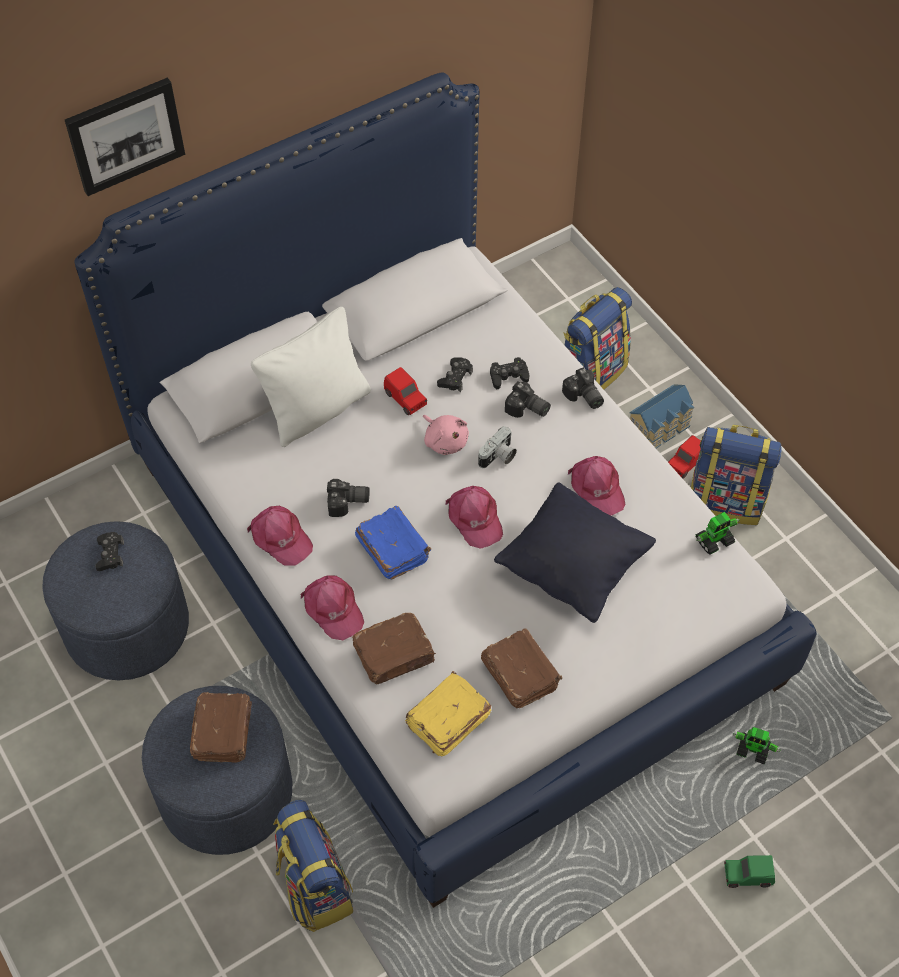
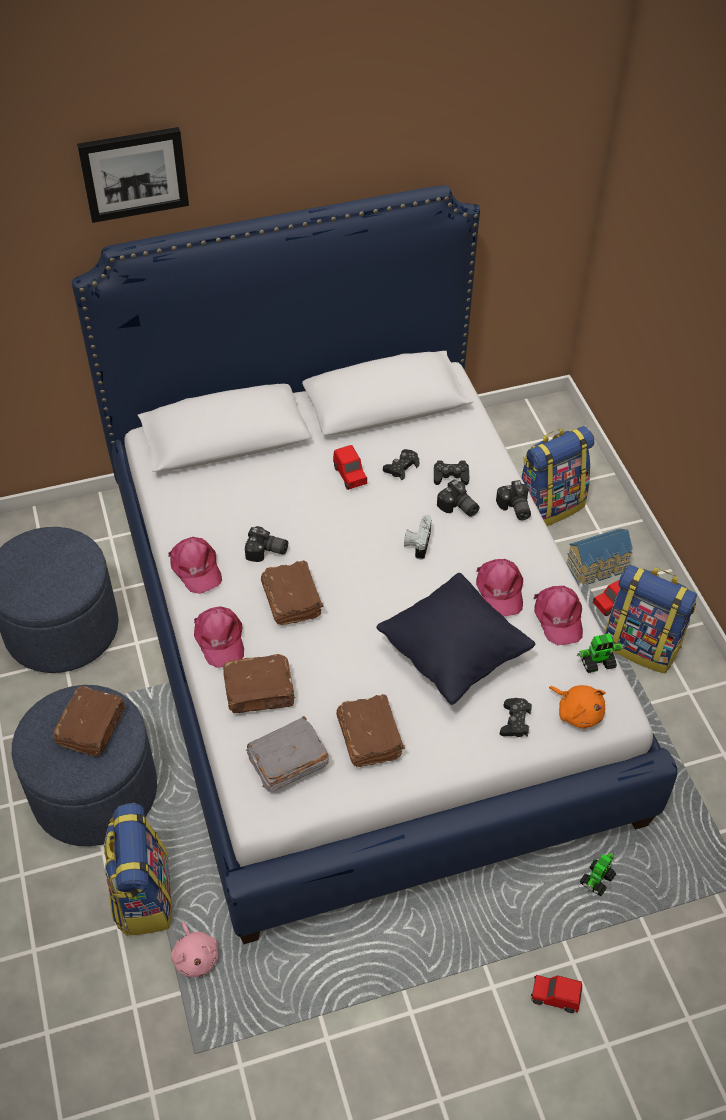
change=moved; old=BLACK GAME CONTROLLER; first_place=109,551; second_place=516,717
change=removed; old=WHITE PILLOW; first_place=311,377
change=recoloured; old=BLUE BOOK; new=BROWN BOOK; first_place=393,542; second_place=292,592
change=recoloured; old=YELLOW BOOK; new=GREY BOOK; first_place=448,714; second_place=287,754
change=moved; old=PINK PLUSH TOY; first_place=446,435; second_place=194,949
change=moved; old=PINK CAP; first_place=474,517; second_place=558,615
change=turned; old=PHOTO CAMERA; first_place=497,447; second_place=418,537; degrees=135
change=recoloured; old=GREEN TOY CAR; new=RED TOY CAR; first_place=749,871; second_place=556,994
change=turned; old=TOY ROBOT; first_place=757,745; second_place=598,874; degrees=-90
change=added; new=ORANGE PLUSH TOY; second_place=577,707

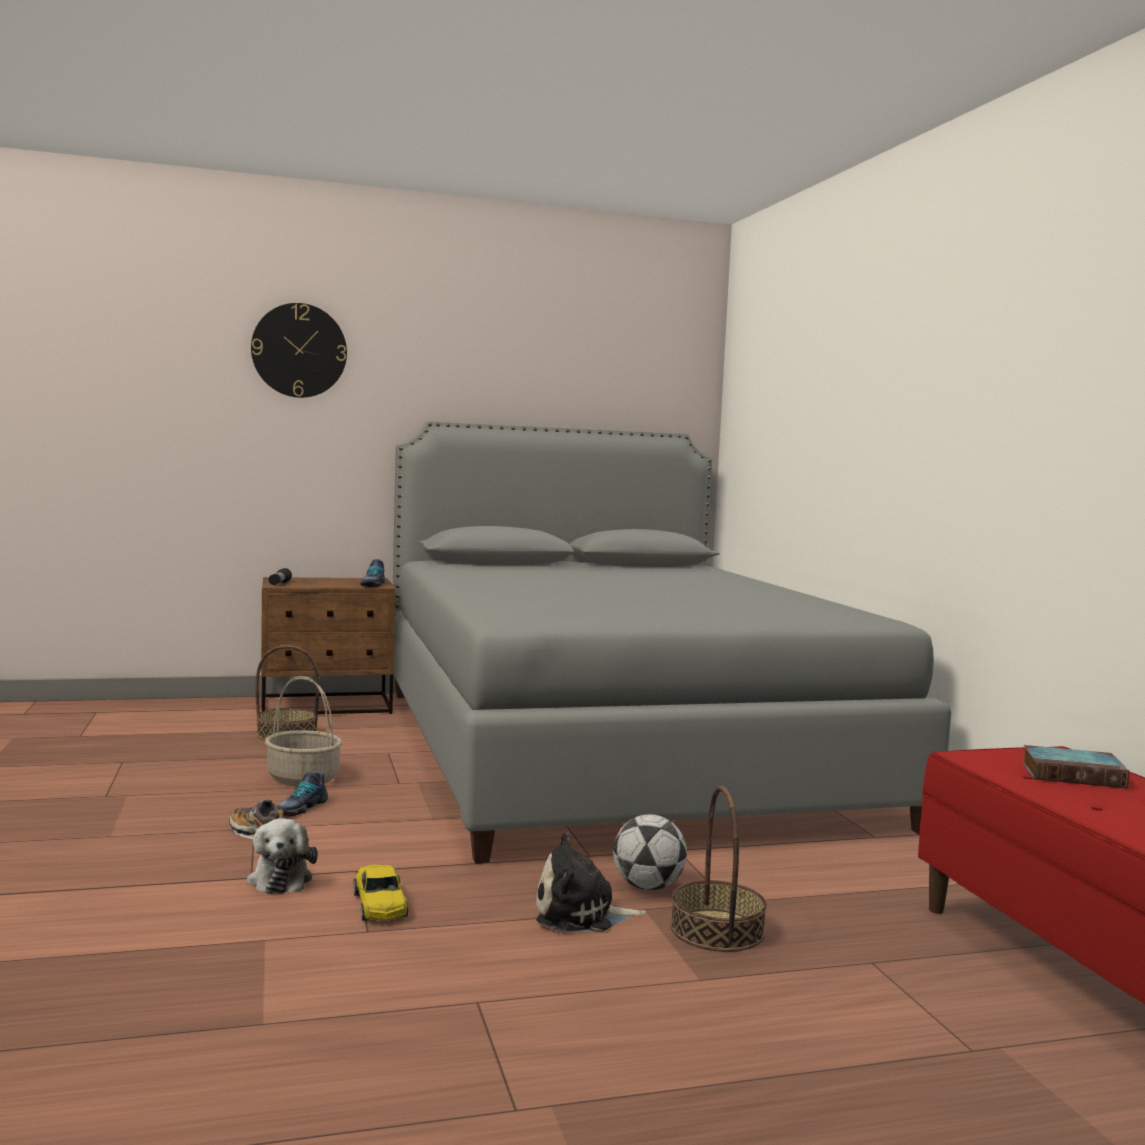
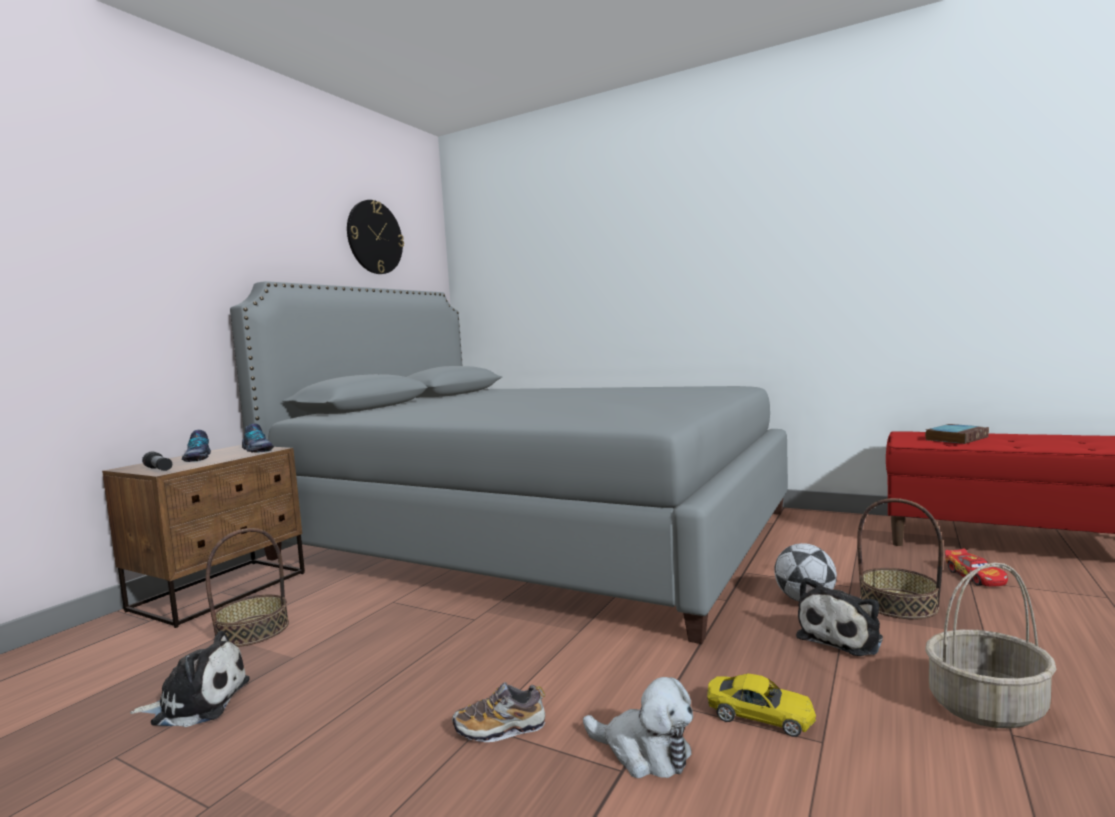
change=moved; old=WALL CLOCK; first_place=299,350; second_place=375,237
change=moved; old=BASKET; first_place=303,731; second_place=990,645
change=moved; old=SHOE; first_place=302,794; second_place=196,446
change=added; new=PLUSH TOY; second_place=190,679
change=added; new=TOY CAR; second_place=976,567

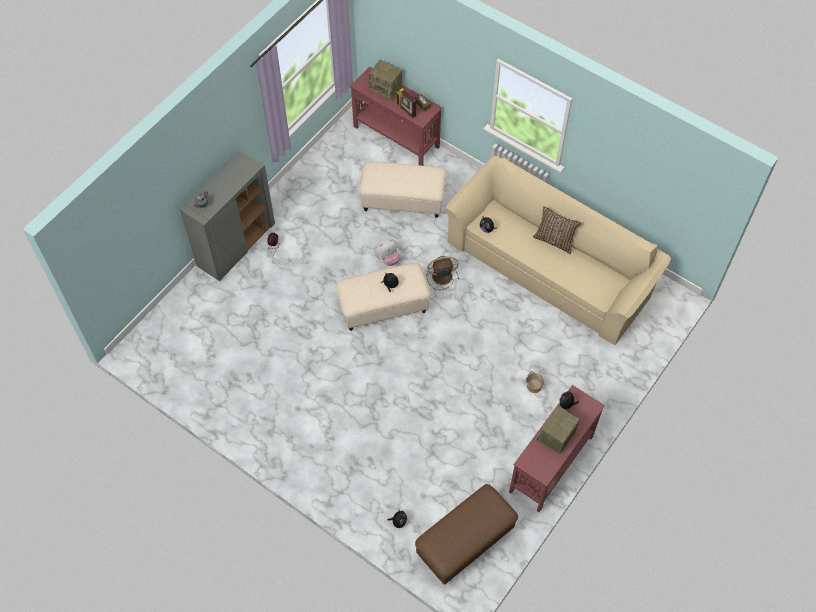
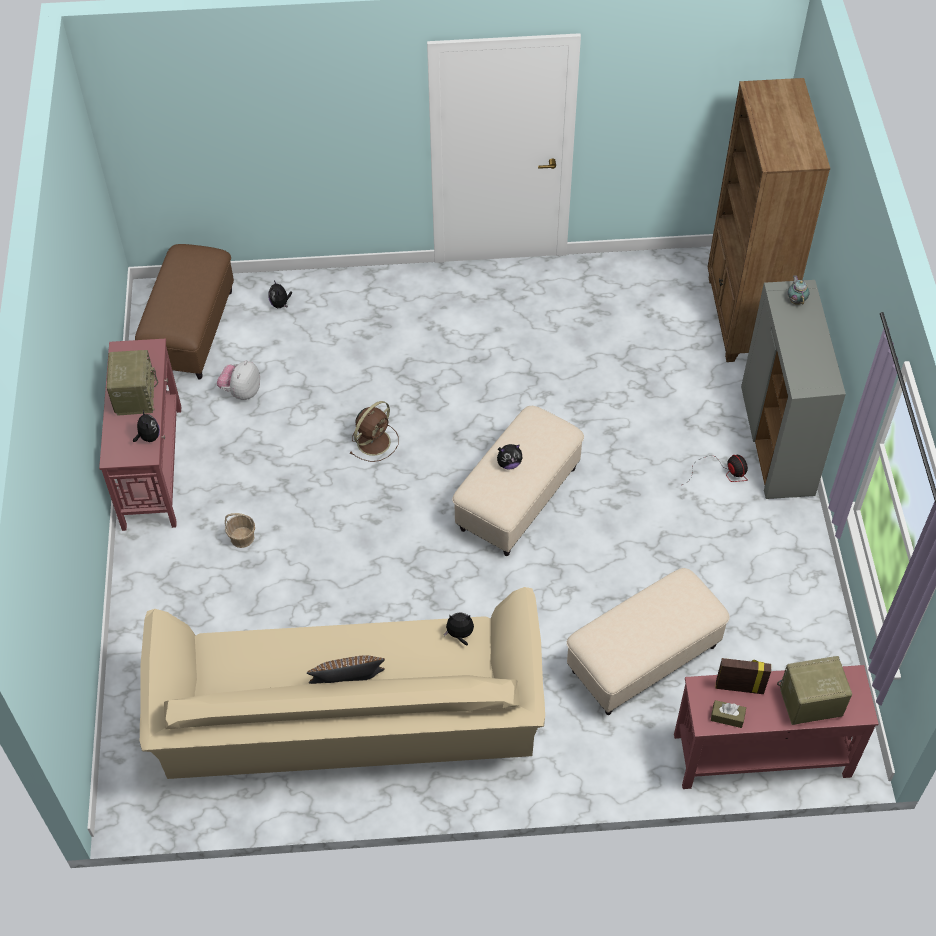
change=moved; old=PLUSH TOY; first_place=387,252; second_place=238,380
change=moved; old=BROWN FAN; first_place=443,273; second_place=374,431
change=added; new=BROWN BOOKCASE; second_place=769,220

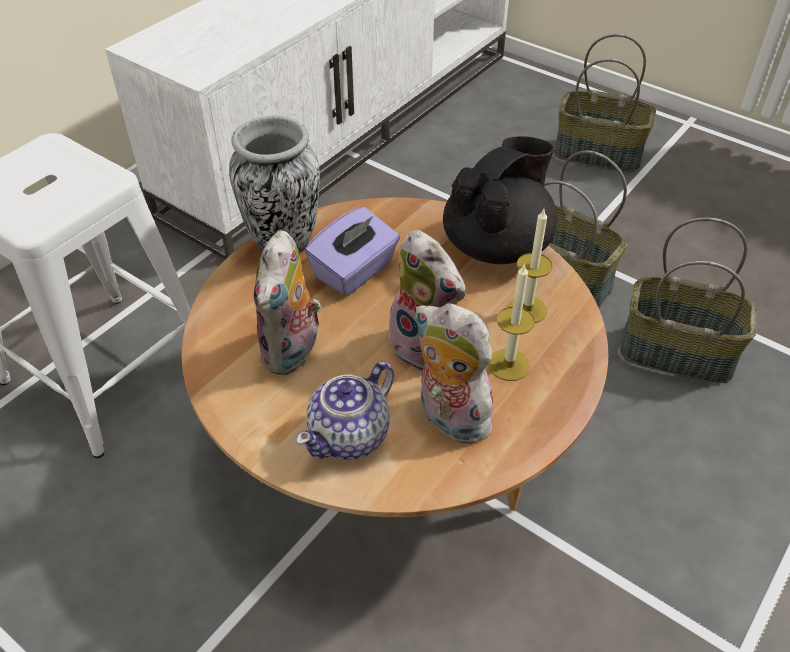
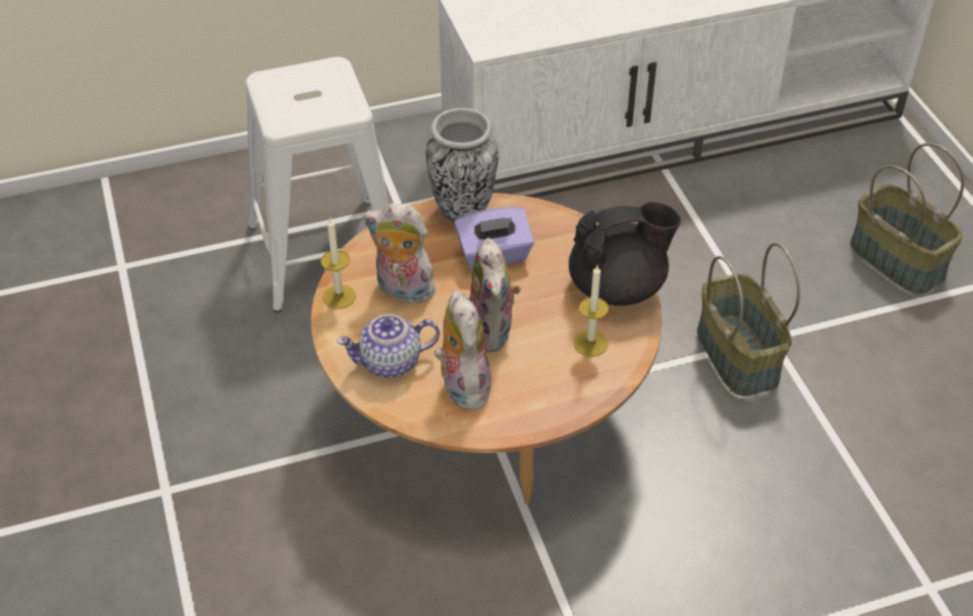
change=turned; old=PLUSH TOY; first_place=288,303; second_place=399,255; degrees=60
change=moved; old=CANDLE; first_place=511,322; second_place=338,263
change=removed; old=BASKET; first_place=688,300

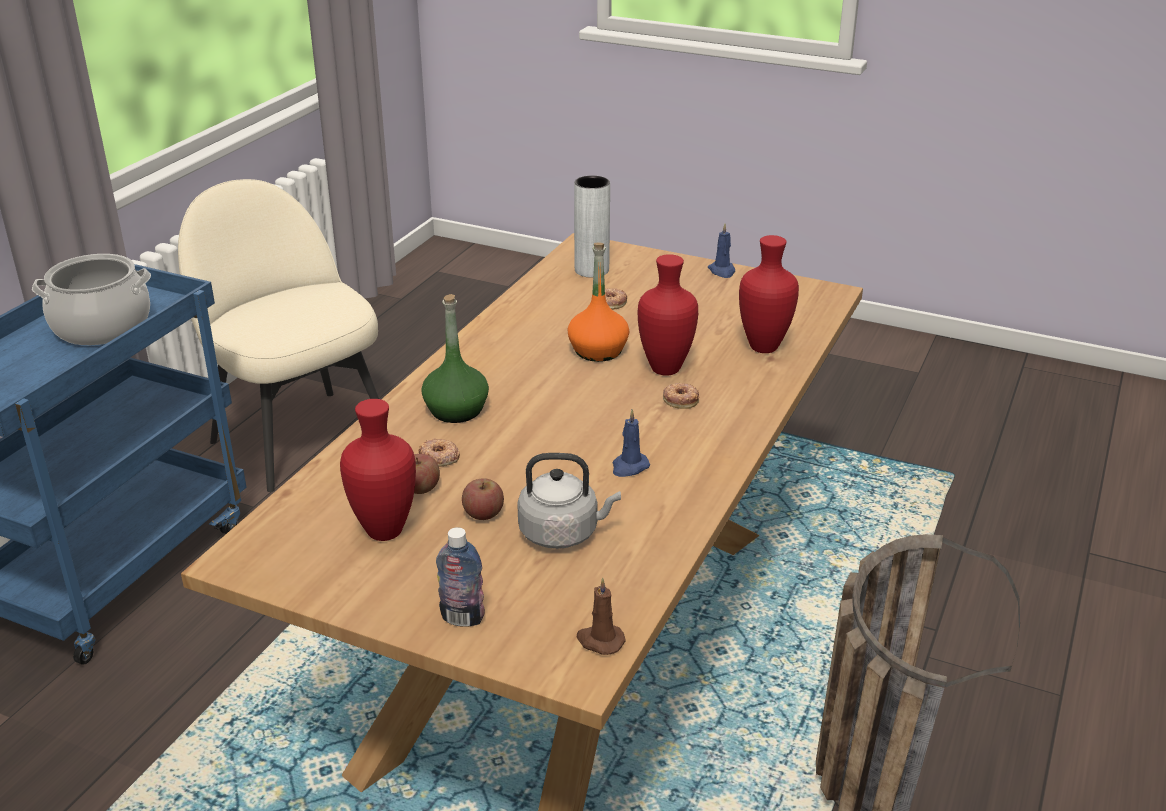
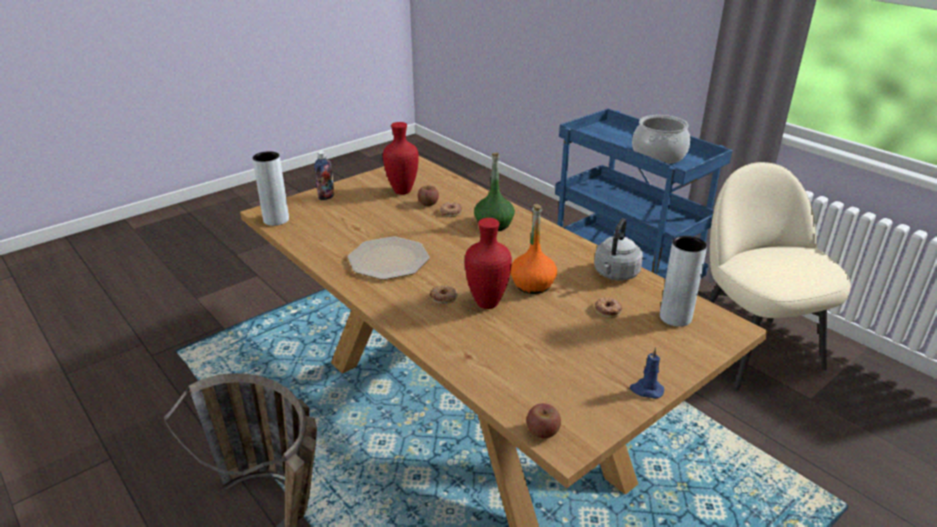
change=turned; old=BEIGE CHAIR; first_place=278,335; second_place=779,276; degrees=-90
change=moved; old=APPLE; first_place=483,499; second_place=544,420
change=moved; old=GREY KETTLE; first_place=569,501; second_place=618,249
change=replaced; old=BROWN CANDLE; new=GREY VASE; first_place=601,616; second_place=270,188
change=replaced; old=BLUE CANDLE; new=PLATE; first_place=631,443; second_place=389,258
change=removed; old=RED VASE; first_place=769,294

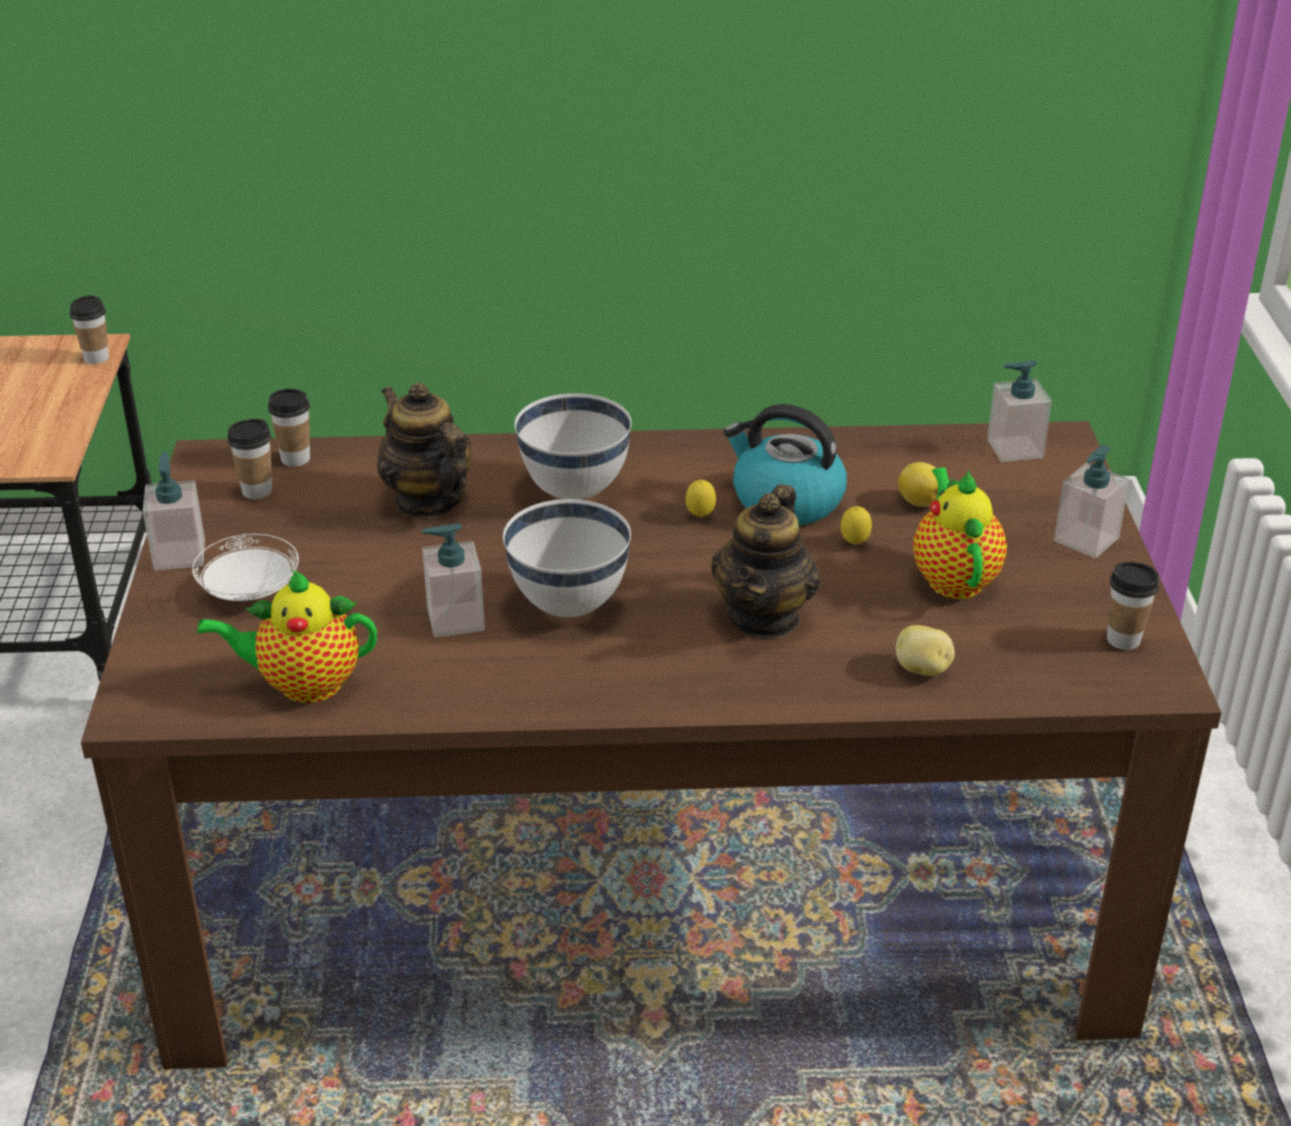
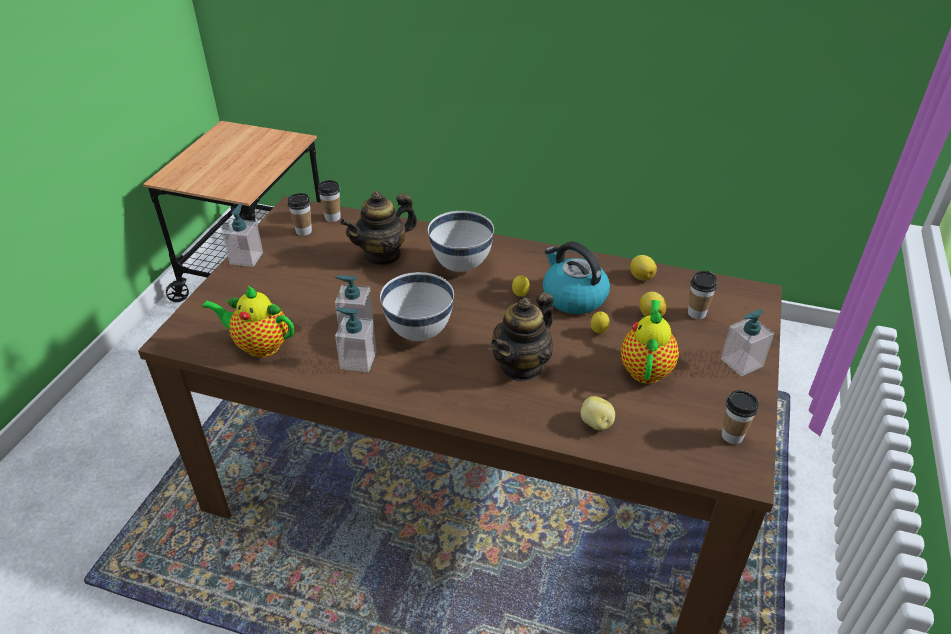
change=moved; old=CUP; first_place=89,330; second_place=702,295
change=removed; old=WHITE PLATE; first_place=245,567
change=turned; old=TEAPOT; first_place=424,450; second_place=378,228; degrees=-105
change=moved; old=SOAP DISPENSER; first_place=1019,411; second_place=356,340
change=added; new=LEMON; second_place=643,268

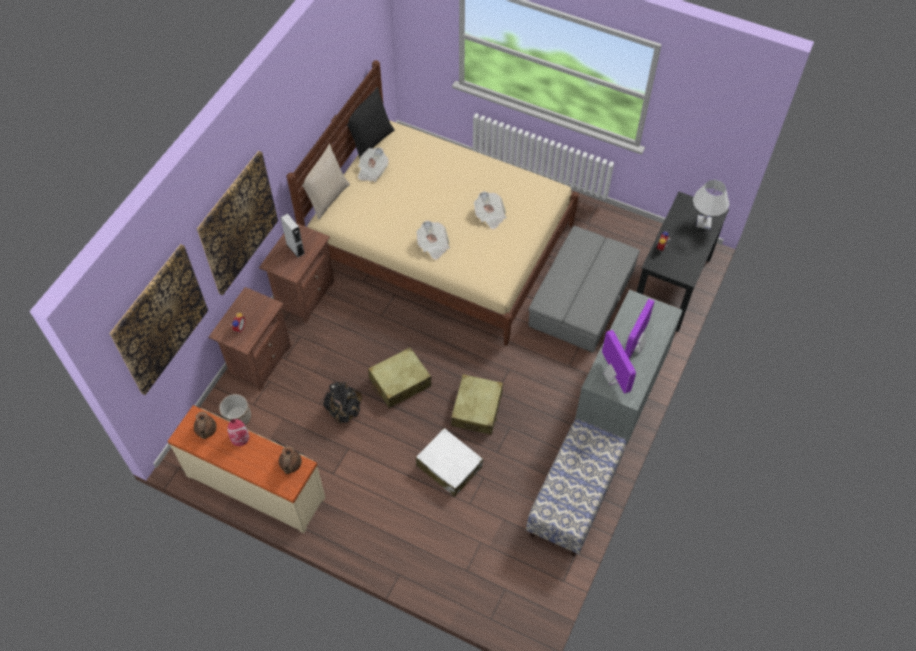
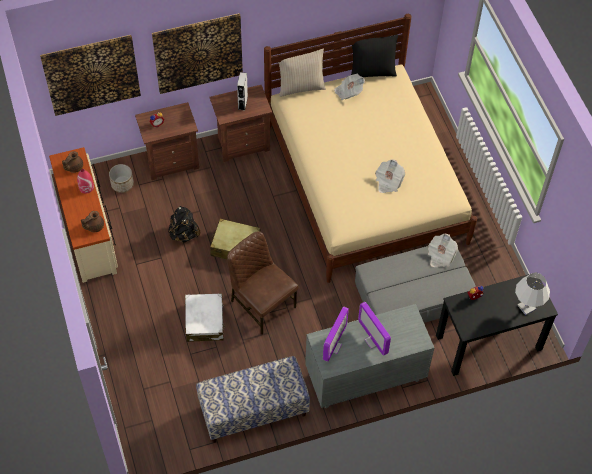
change=moved; old=NEWSPAPER; first_place=433,240; second_place=443,250
change=replaced; old=BEIGE SUITCASE; new=BROWN CHAIR; first_place=477,404; second_place=262,283
change=turned; old=MONITOR; first_place=640,328; second_place=374,329; degrees=-105

